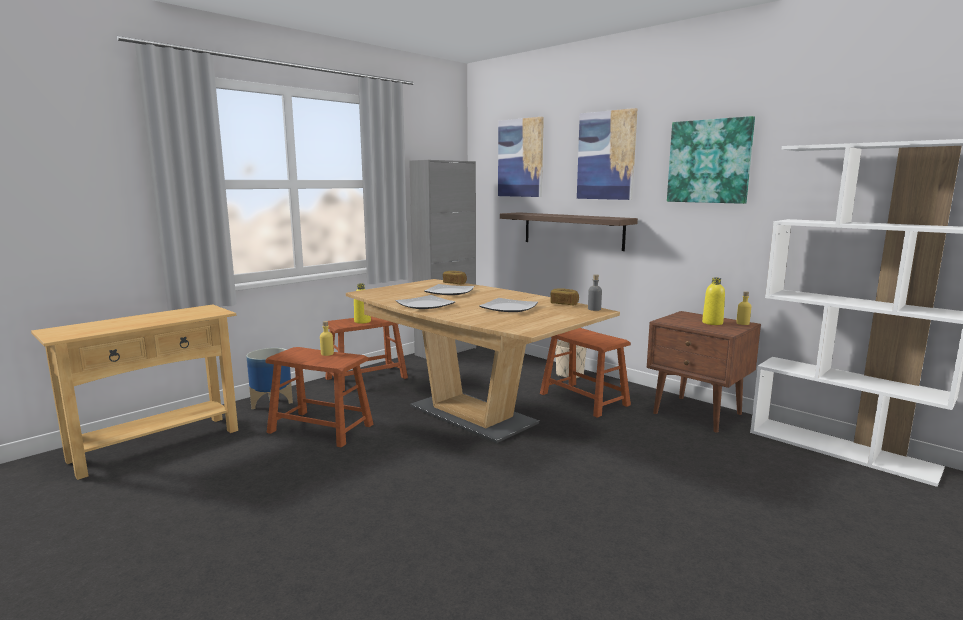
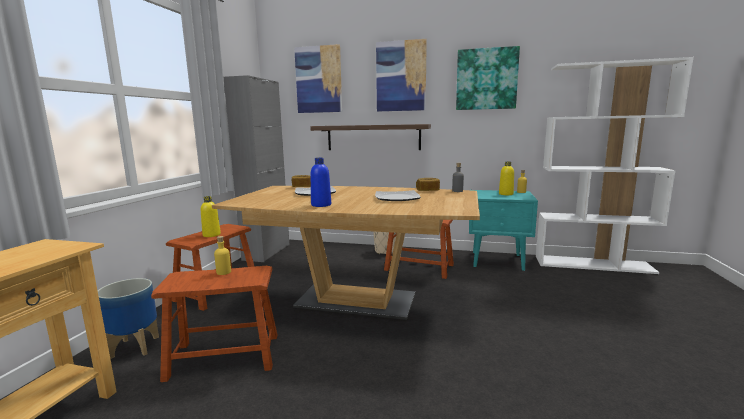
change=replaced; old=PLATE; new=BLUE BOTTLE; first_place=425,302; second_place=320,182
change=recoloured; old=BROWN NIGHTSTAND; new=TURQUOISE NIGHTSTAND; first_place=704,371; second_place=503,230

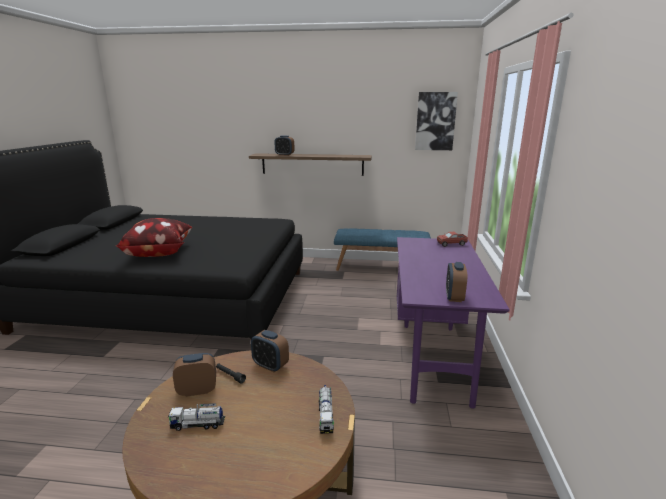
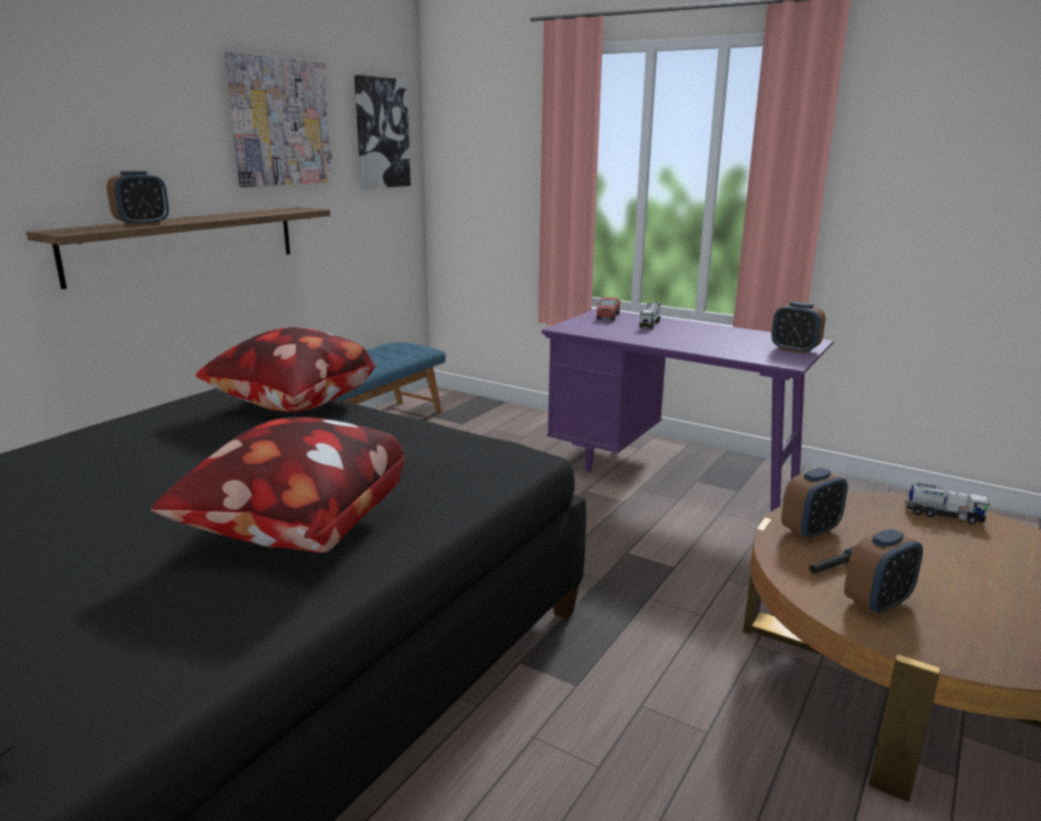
change=moved; old=TOY TRUCK; first_place=196,417; second_place=650,315
change=turned; old=ALARM CLOCK; first_place=194,375; second_place=883,572; degrees=-135
change=added; new=PILLOW; second_place=286,369
change=added; new=PICTURE; second_place=279,119

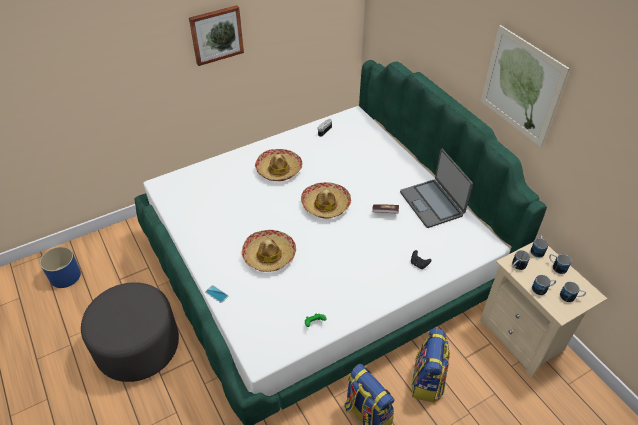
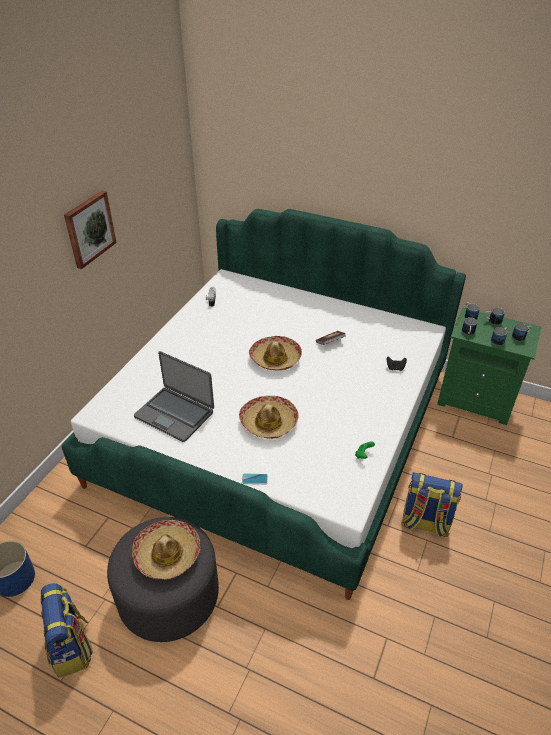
change=moved; old=HAT; first_place=278,165; second_place=166,549
change=moved; old=LAPTOP; first_place=436,188; second_place=174,396
change=moved; old=BACKPACK; first_place=431,365; second_place=66,630
change=recoloured; old=BEIGE NIGHTSTAND; new=GREEN NIGHTSTAND; first_place=543,310; second_place=489,366
change=removed; old=PICTURE; first_place=525,86

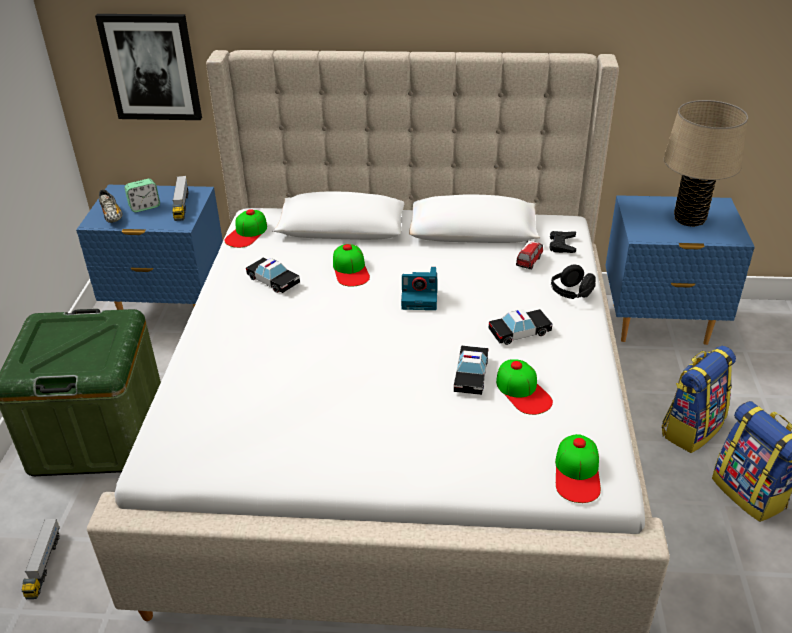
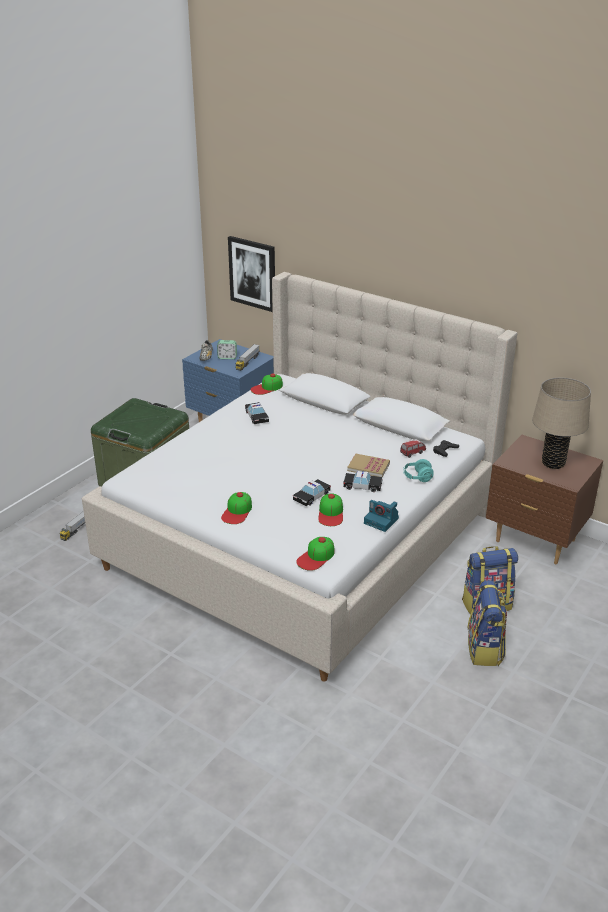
change=moved; old=CAP; first_place=351,265; second_place=236,508
change=moved; old=PHOTO CAMERA; first_place=419,288; second_place=381,516
change=recoloured; old=BLACK HEADPHONES; new=TURQUOISE HEADPHONES; first_place=573,281; second_place=418,470
change=recoloured; old=BLUE NIGHTSTAND; new=BROWN NIGHTSTAND; first_place=680,270; second_place=544,500
change=added; new=BOOK; second_place=368,465

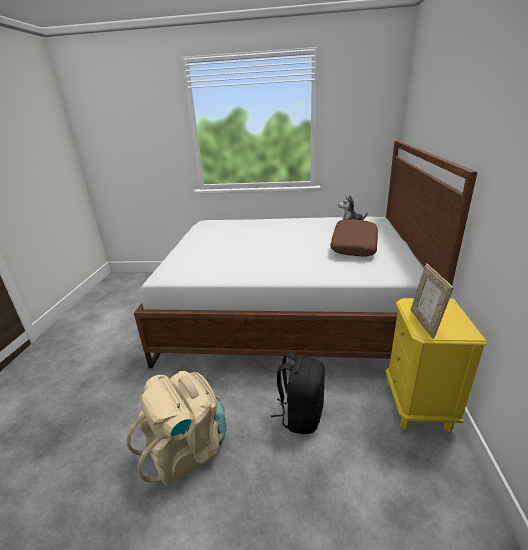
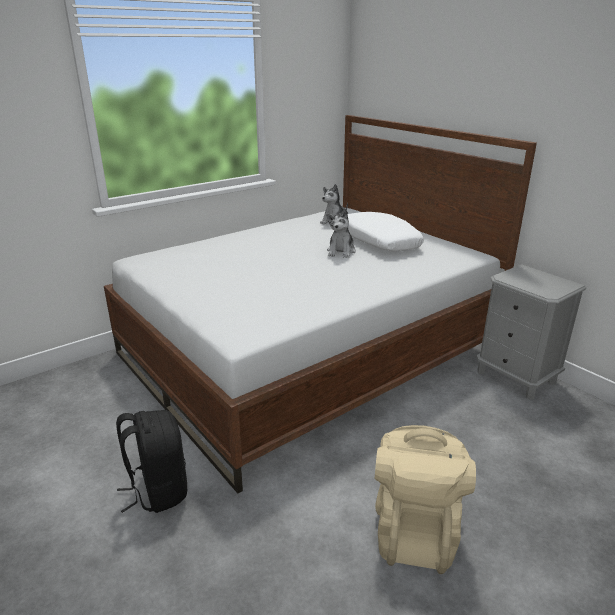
change=moved; old=BLACK BACKPACK; first_place=298,392; second_place=151,461
change=recoloured; old=BROWN PILLOW; new=WHITE PILLOW; first_place=354,238; second_place=385,231
change=recoloured; old=YELLOW NIGHTSTAND; new=GREY NIGHTSTAND; first_place=436,365; second_place=531,332
change=removed; old=PICTURE FRAME; first_place=432,301
change=added; new=PLUSH TOY; second_place=341,233

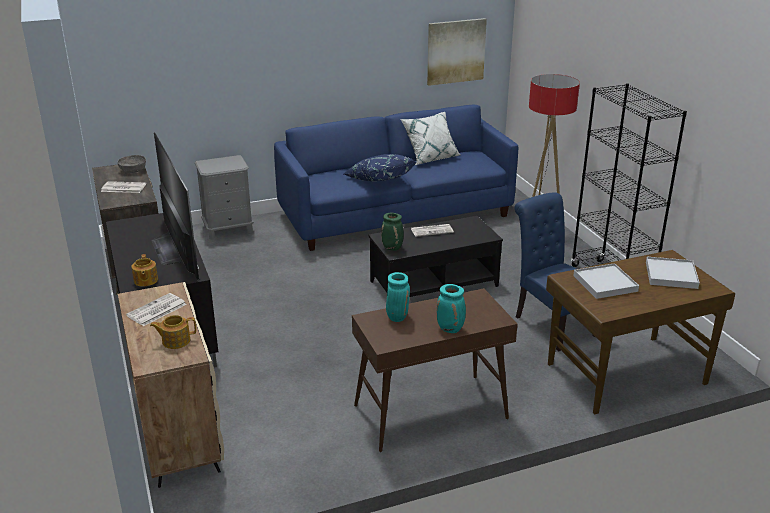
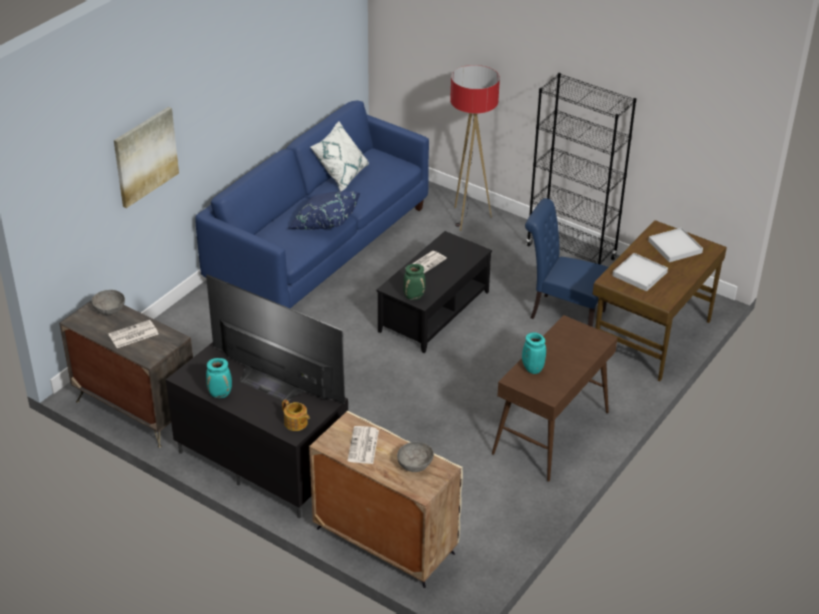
change=replaced; old=TEAPOT; new=GREY BOWL; first_place=173,332; second_place=415,457
change=removed; old=GREY NIGHTSTAND; first_place=224,197
change=moved; old=PICTURE; first_place=457,52; second_place=146,157
change=moved; old=TURQUOISE VASE; first_place=451,308; second_place=219,378

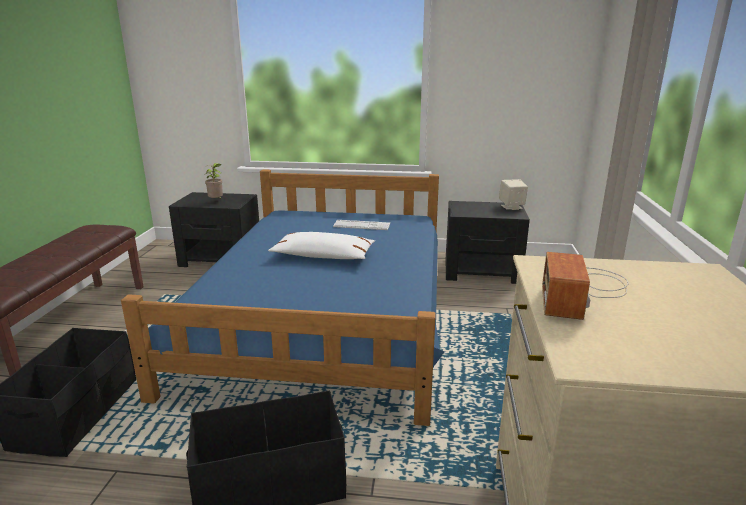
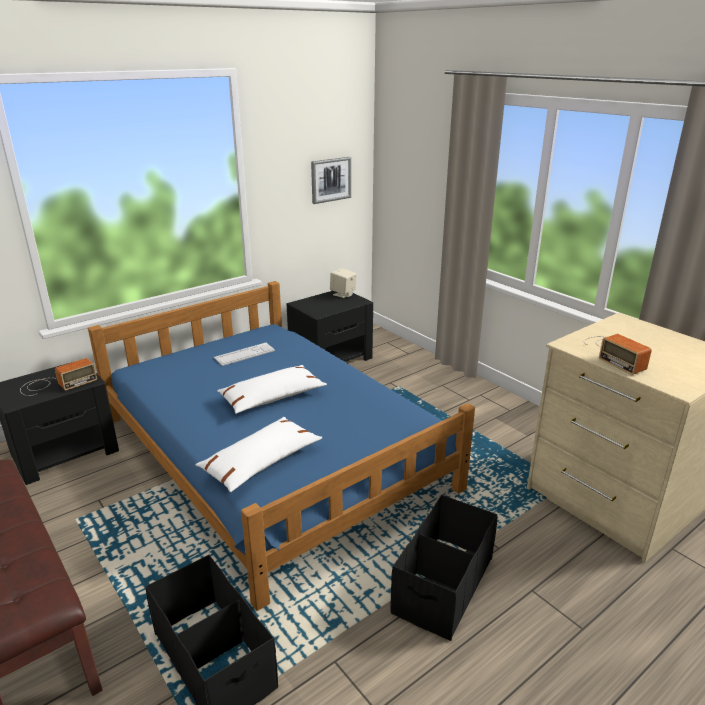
change=replaced; old=POTTED PLANT; new=RADIO; first_place=214,180; second_place=58,377
change=added; new=WHITE PILLOW; second_place=258,454
change=added; new=PICTURE; second_place=331,180

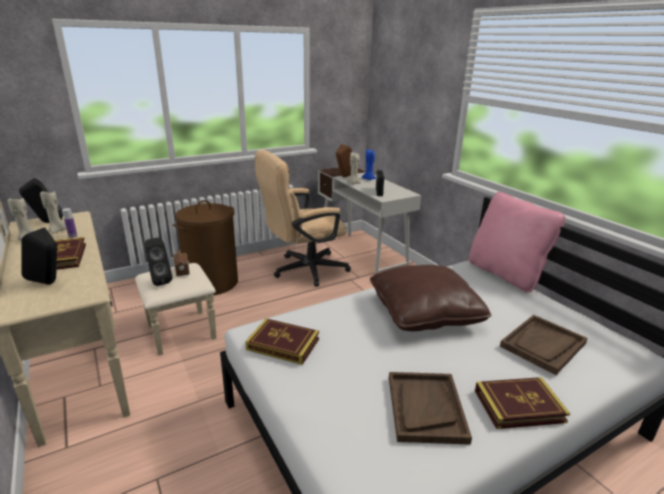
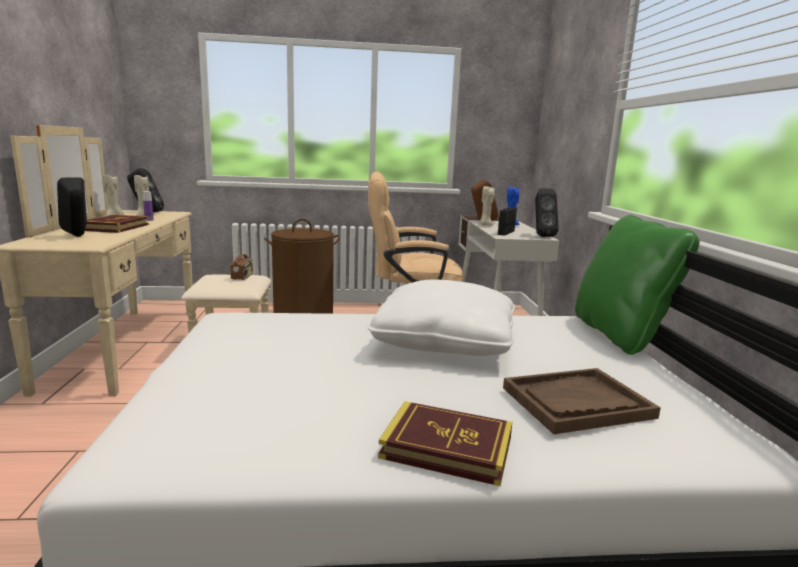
change=moved; old=BLACK SPEAKER; first_place=158,262; second_place=547,212
change=removed; old=BOOK; first_place=282,341
change=recoloured; old=BROWN PILLOW; new=WHITE PILLOW; first_place=430,298; second_place=441,317
change=removed; old=BROWN TRAY; first_place=430,408
change=recoloured; old=PINK PILLOW; new=GREEN PILLOW; first_place=517,242; second_place=637,285

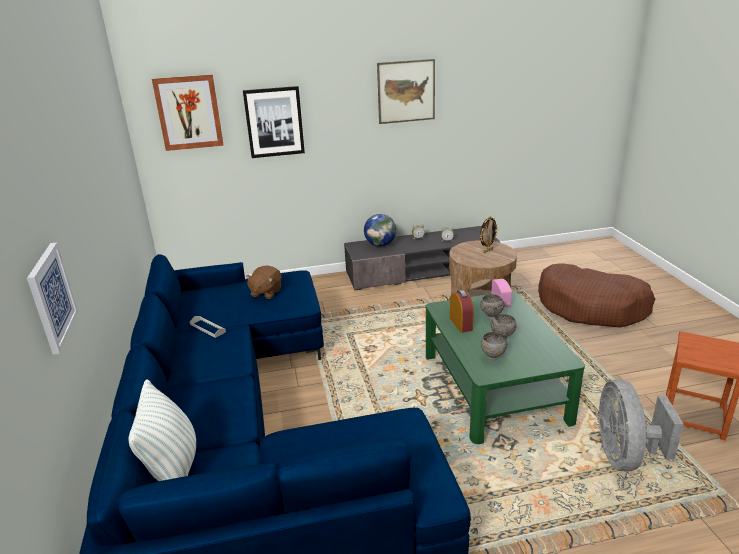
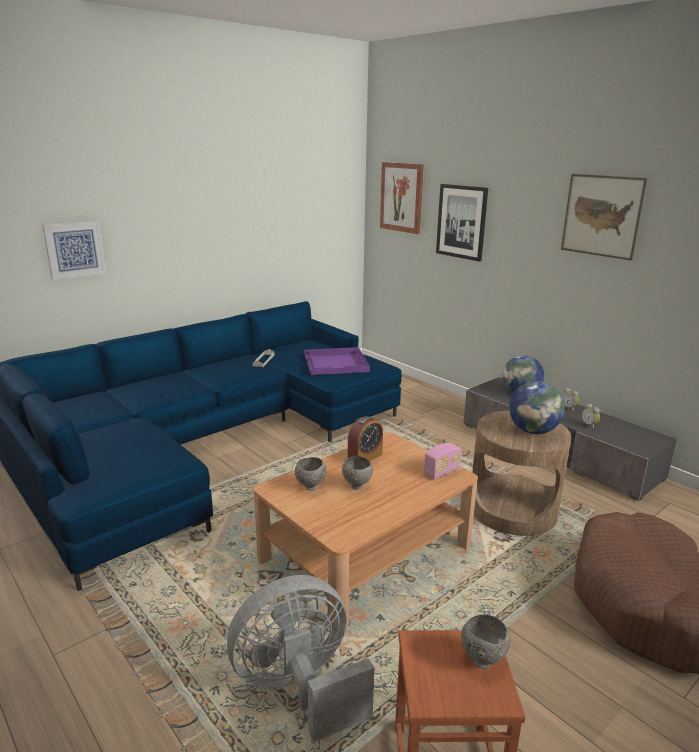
change=removed; old=PILLOW; first_place=162,430
change=replaced; old=BROWN PLUSH TOY; new=PURPLE TRAY; first_place=263,282; second_place=337,361
change=recoloured; old=GREEN COFFEE TABLE; new=BROWN COFFEE TABLE; first_place=505,367; second_place=365,530
change=replaced; old=PICTURE FRAME; new=GLOBE; first_place=489,234; second_place=537,407
change=moved; old=GREY BOWL; first_place=492,307; second_place=485,642

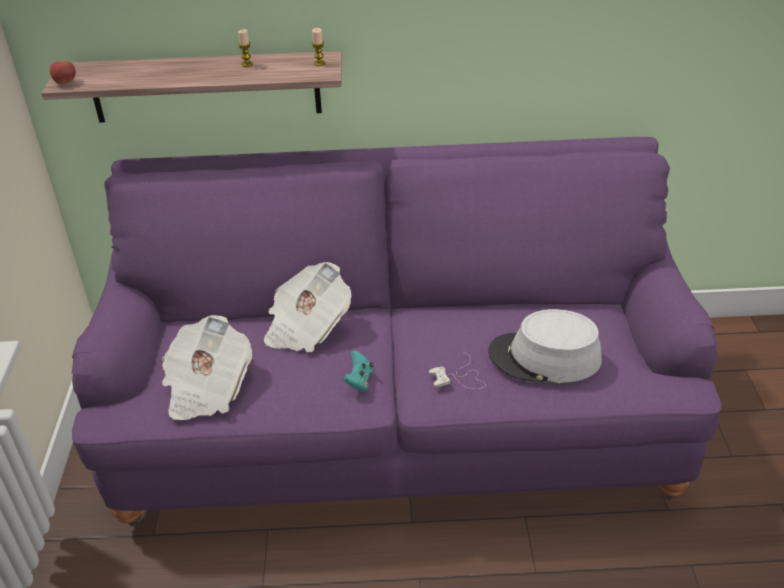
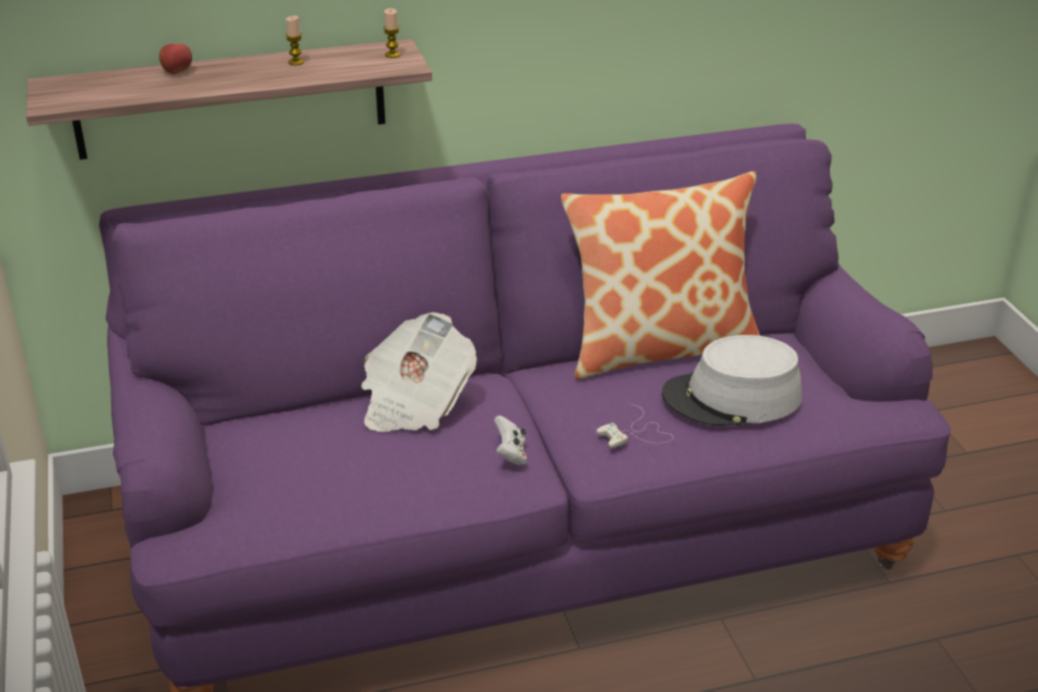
change=moved; old=APPLE; first_place=63,73; second_place=175,59
change=removed; old=NEWSPAPER; first_place=207,367
change=recoloured; old=TURQUOISE GAME CONTROLLER; new=WHITE GAME CONTROLLER; first_place=358,370; second_place=510,440
change=added; new=PILLOW; second_place=660,275

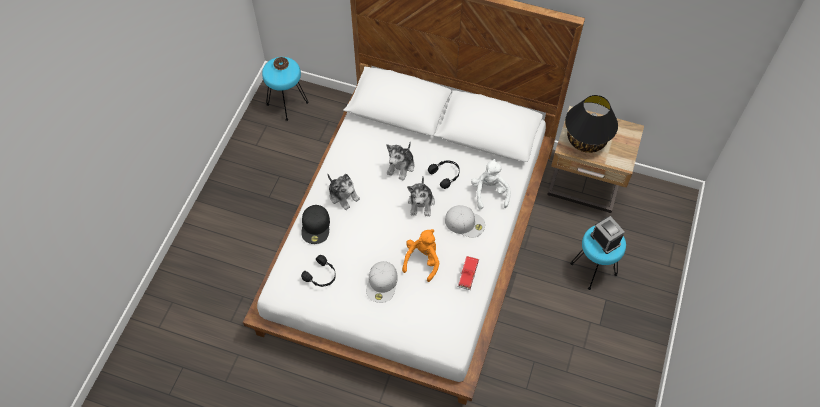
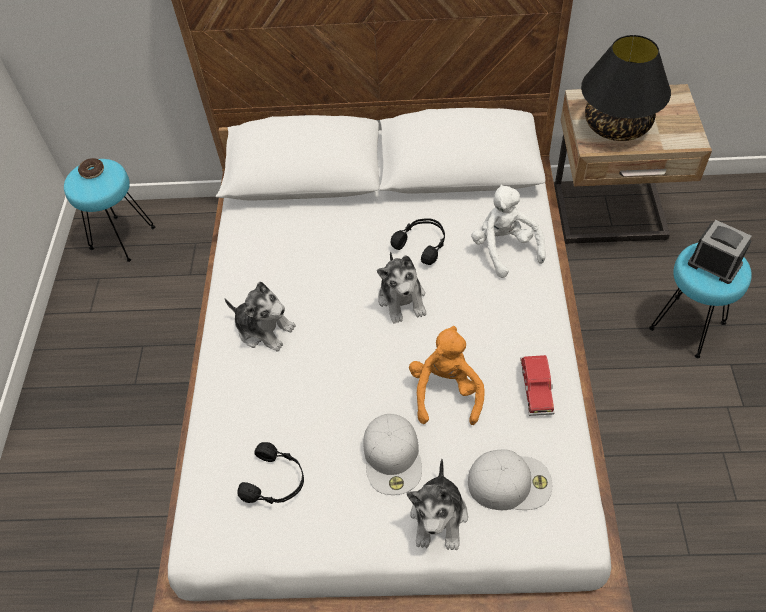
change=removed; old=BLACK CAP; first_place=315,224
change=moved; old=PLUSH TOY; first_place=400,161; second_place=437,504
change=moved; old=WHITE CAP; first_place=465,221; second_place=510,479

